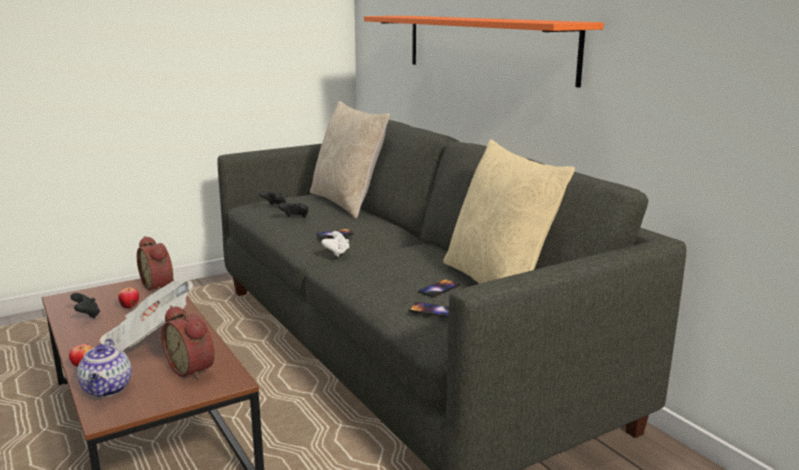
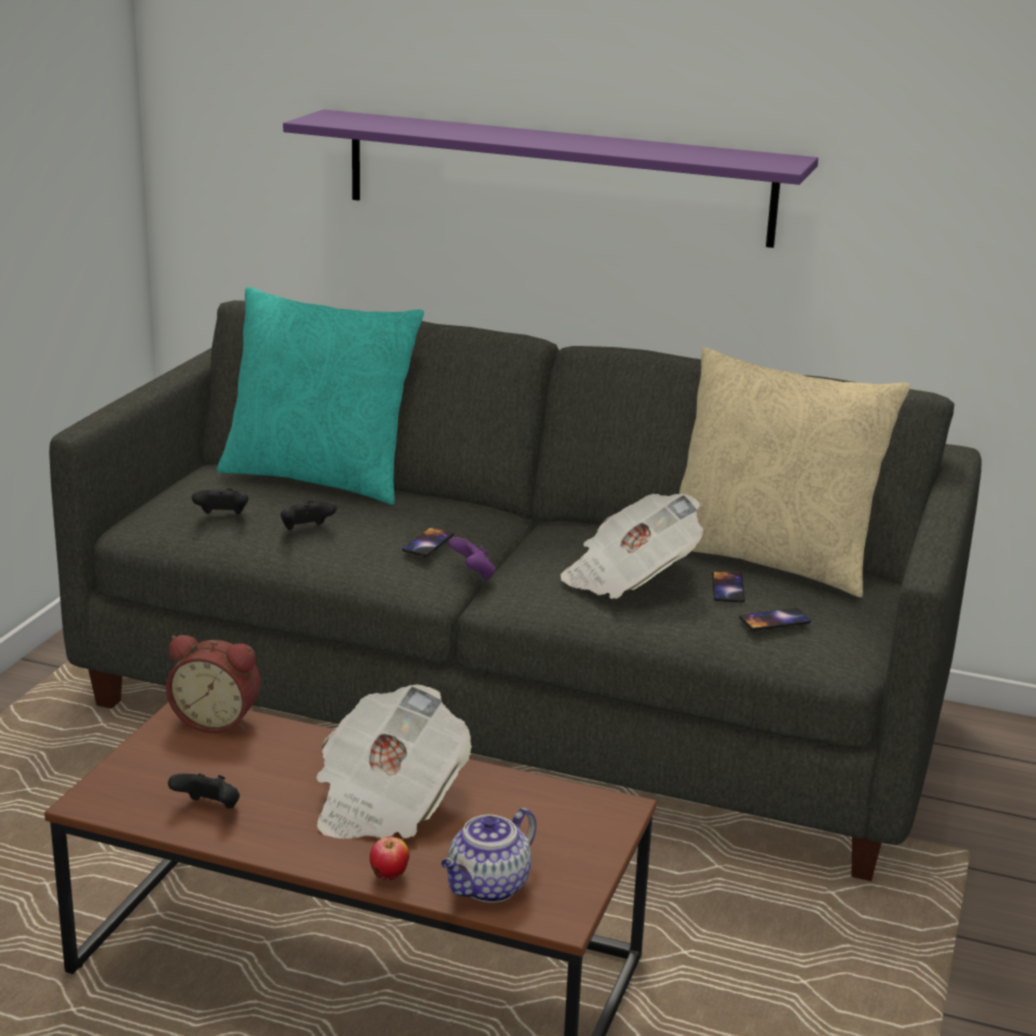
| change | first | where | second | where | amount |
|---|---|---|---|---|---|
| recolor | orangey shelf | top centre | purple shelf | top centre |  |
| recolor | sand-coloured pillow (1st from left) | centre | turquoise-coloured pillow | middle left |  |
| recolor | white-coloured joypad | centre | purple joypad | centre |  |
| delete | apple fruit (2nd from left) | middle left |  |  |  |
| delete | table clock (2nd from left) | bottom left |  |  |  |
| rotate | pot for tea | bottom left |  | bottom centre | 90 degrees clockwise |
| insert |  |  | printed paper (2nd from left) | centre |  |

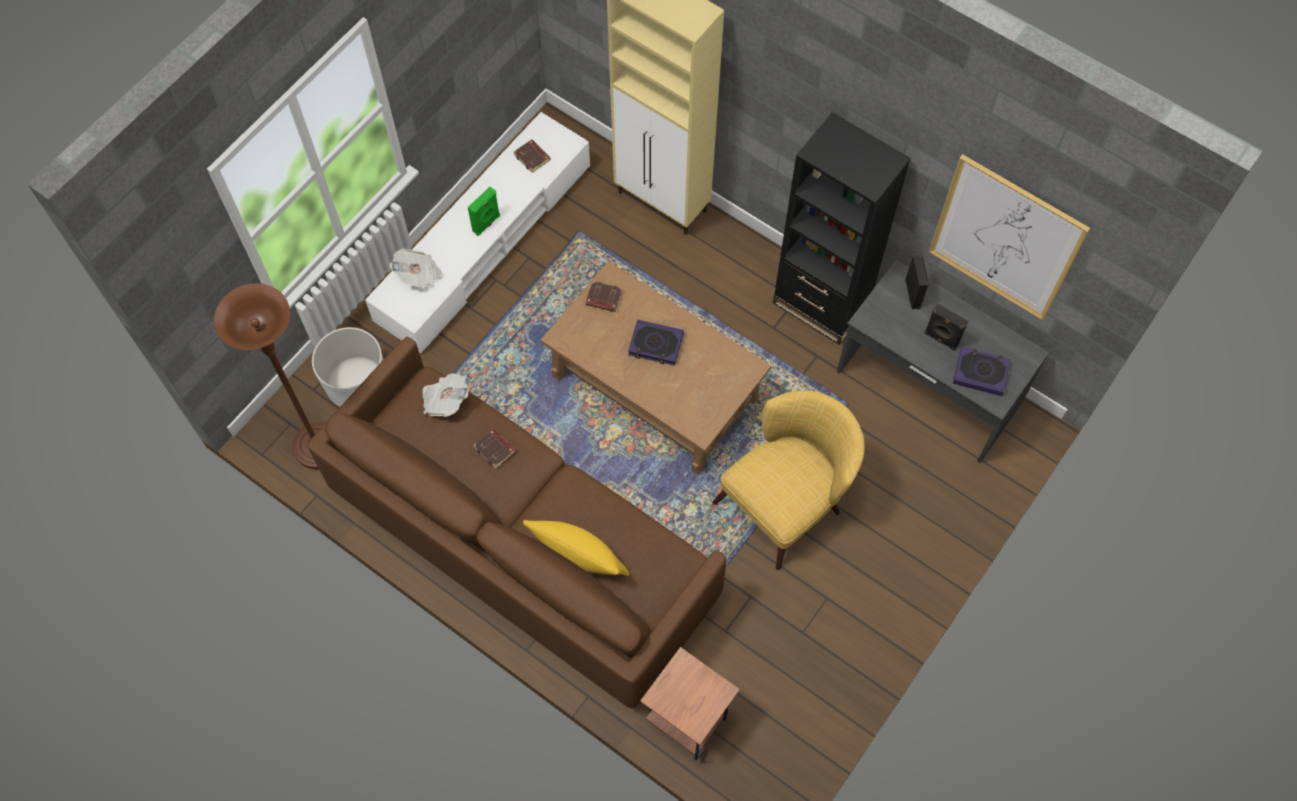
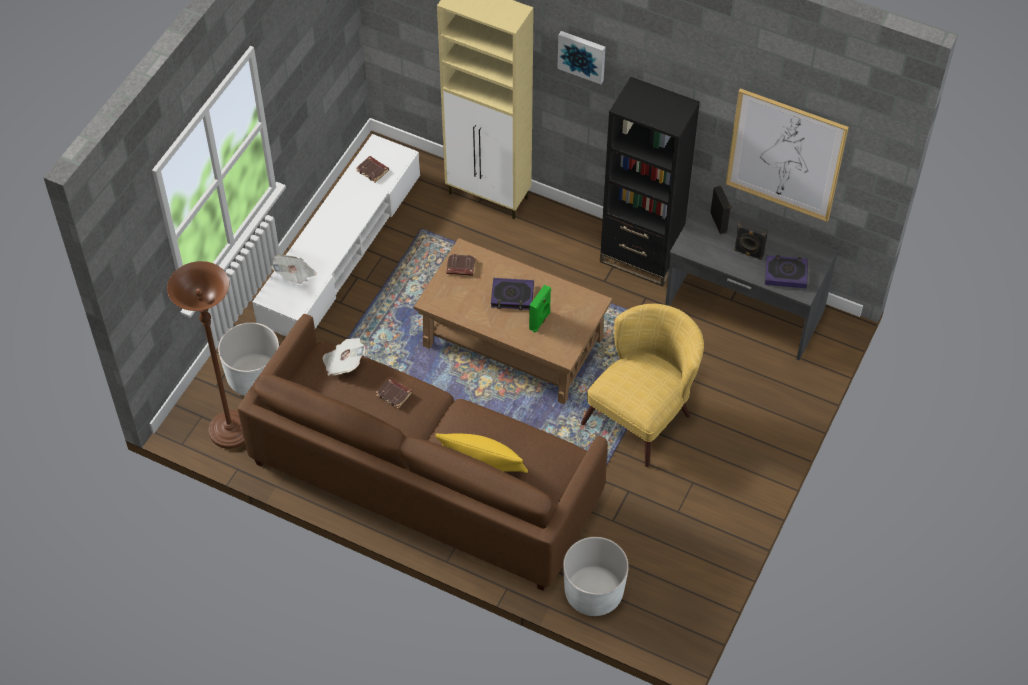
| change | first | where | second | where | amount |
|---|---|---|---|---|---|
| move | green-coloured loudspeaker | top centre |  | centre |  |
| replace | brown end table | bottom centre | white-coloured planter (2nd from left) | bottom centre |  |
| insert |  |  | picture (1st from left) | top centre |  |

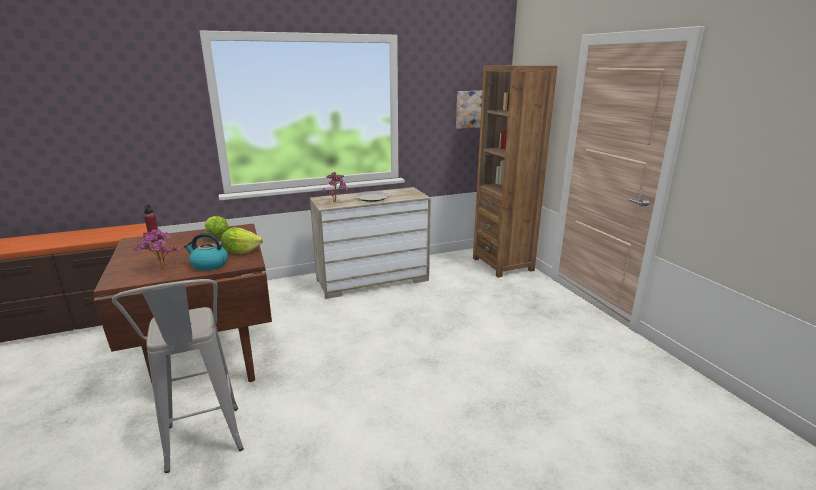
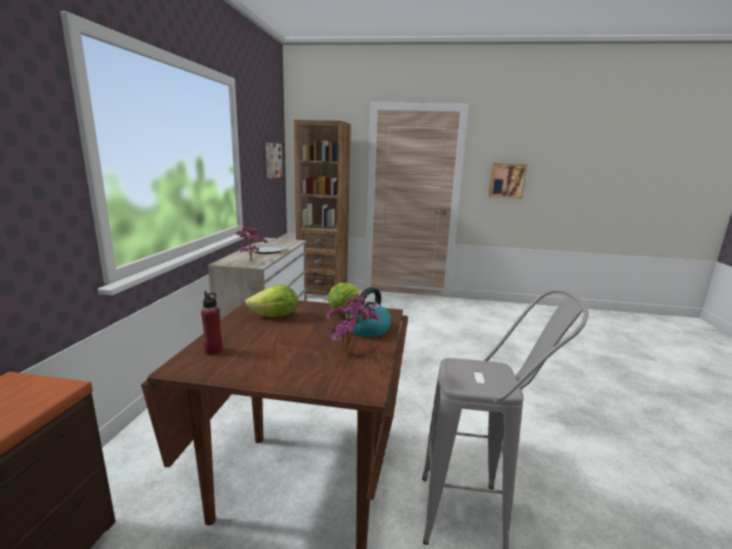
| change | first | where | second | where | amount |
|---|---|---|---|---|---|
| insert |  |  | picture (2nd from left) | top right |  |

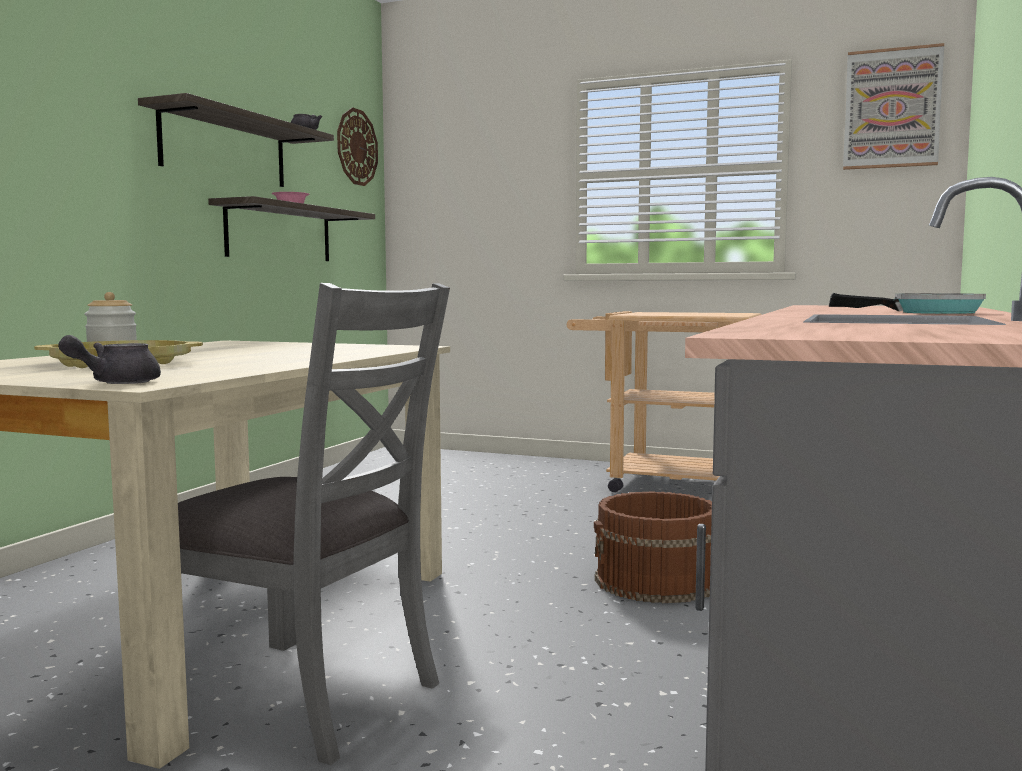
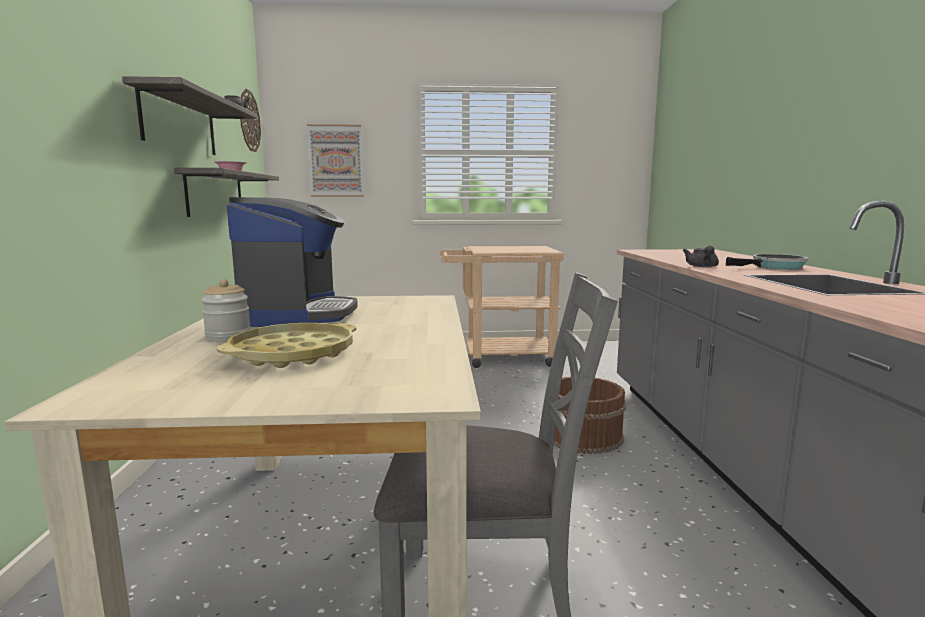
| change | first | where | second | where | amount |
|---|---|---|---|---|---|
| move | picture | top right |  | top centre |  |
| move | grey pot for tea (1st from left in the first image) | middle left | grey pot for tea (2nd from left) | middle right |  |
| insert |  |  | coffee maker | middle left |  |

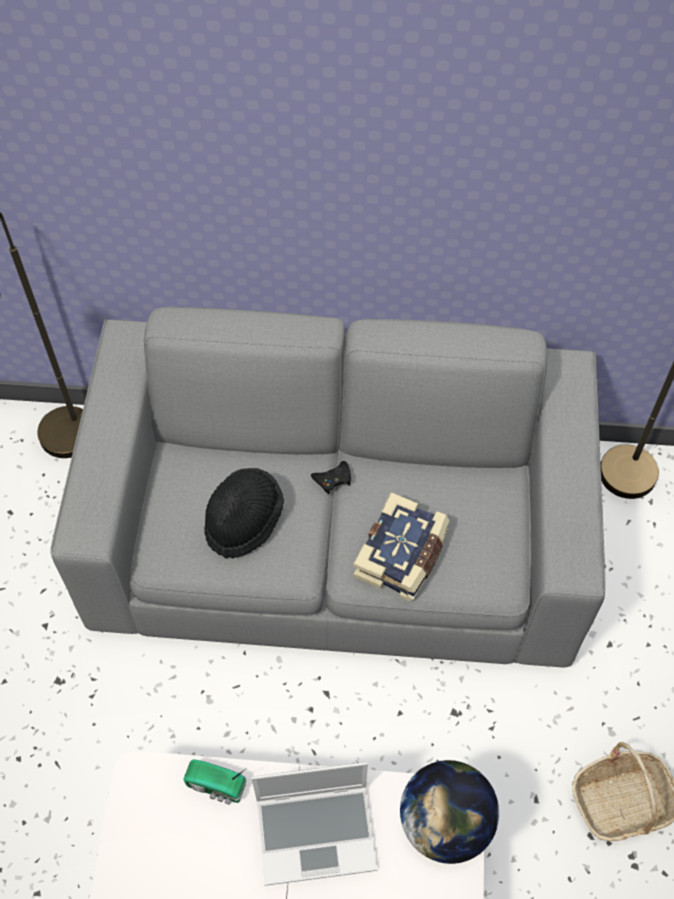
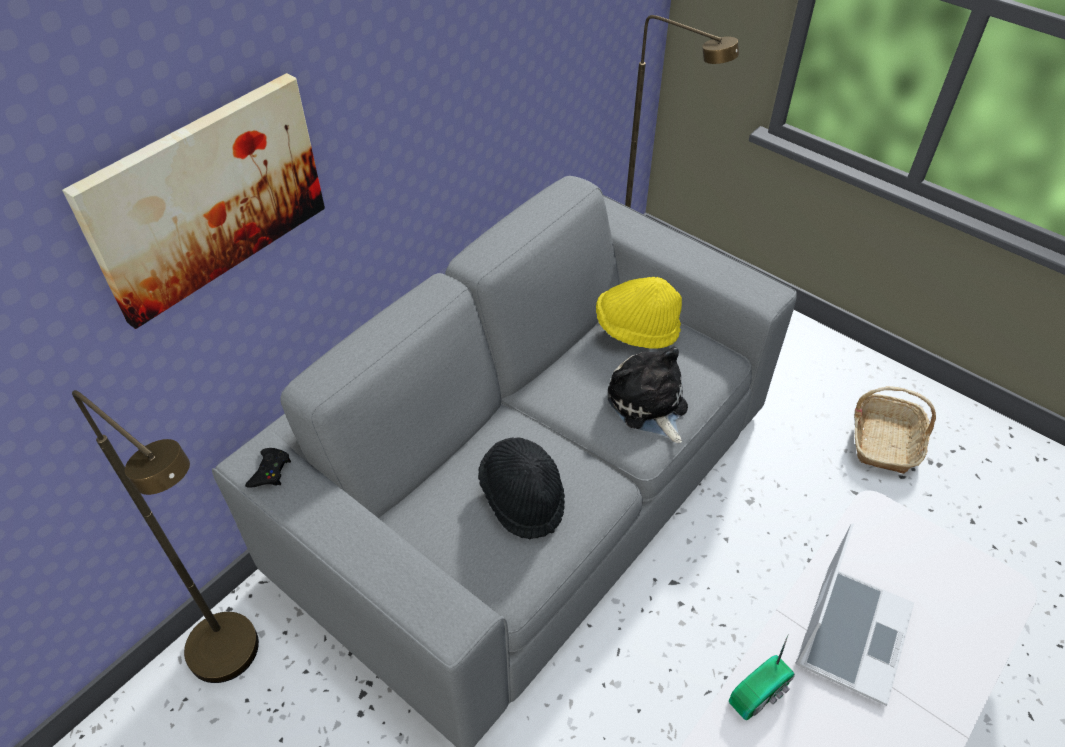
| change | first | where | second | where | amount |
|---|---|---|---|---|---|
| move | black joypad | centre |  | middle left |  |
| replace | bound book | centre | soft toy | centre |  |
| delete | desk globe | bottom centre |  |  |  |
| insert |  |  | picture | top left |  |
| insert |  |  | yellow wearable hat | centre |  |

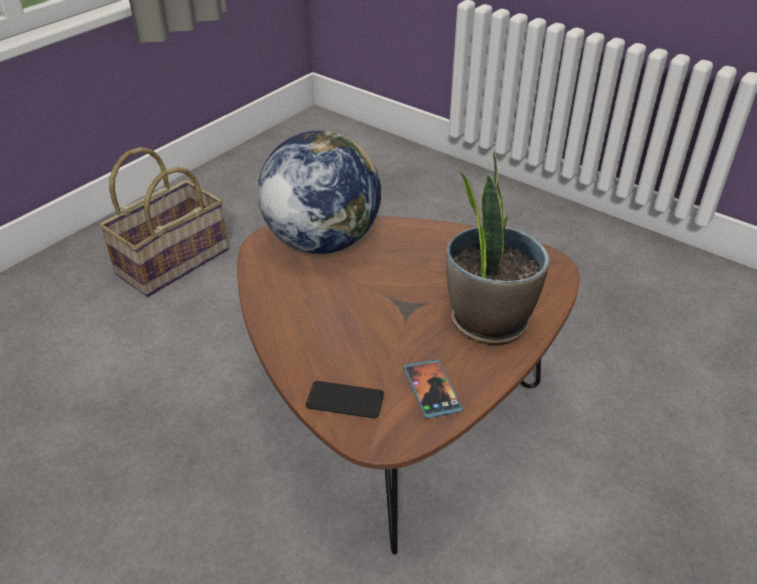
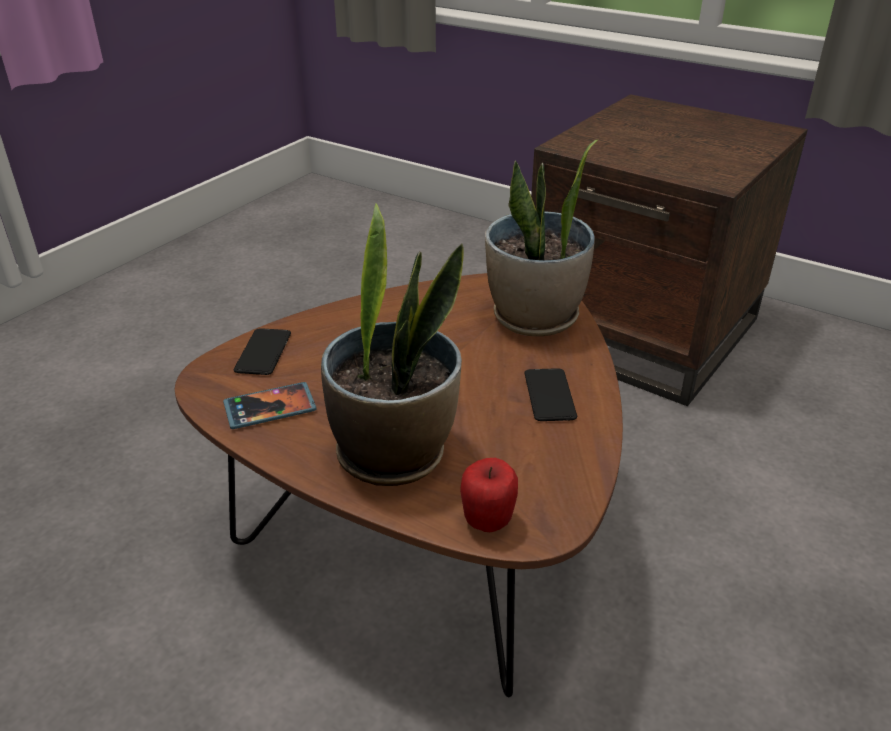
| change | first | where | second | where | amount |
|---|---|---|---|---|---|
| replace | desk globe | top centre | houseplant (2nd from left) | top centre |  |
| replace | basket | middle left | brown end table | middle right |  |
| insert |  |  | handset (3rd from left) | centre |  |
| insert |  |  | apple fruit | bottom centre |  |

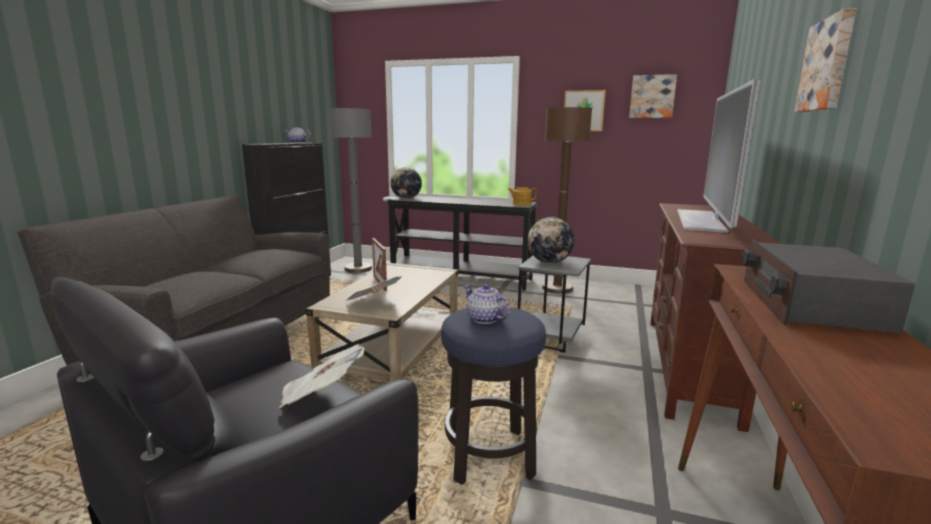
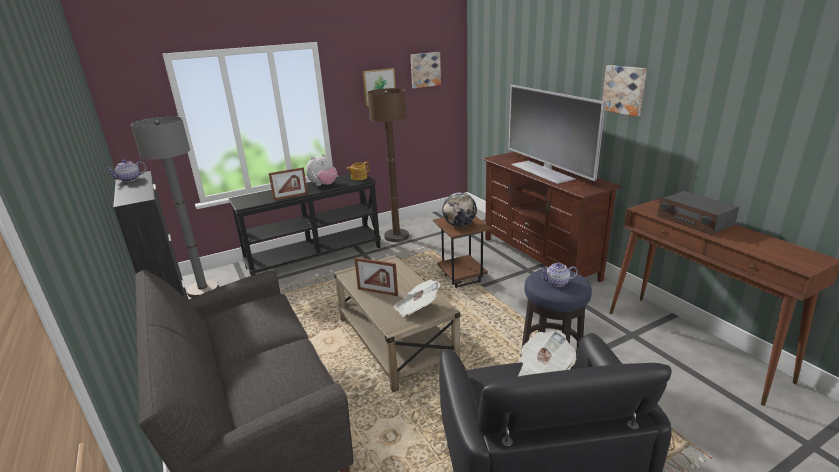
| change | first | where | second | where | amount |
|---|---|---|---|---|---|
| delete | desk globe (1st from left) | centre |  |  |  |
| recolor | grey end table | centre | brown end table | centre |  |
| insert |  |  | soft toy | centre |  |
| insert |  |  | picture frame (1st from left) | centre |  |

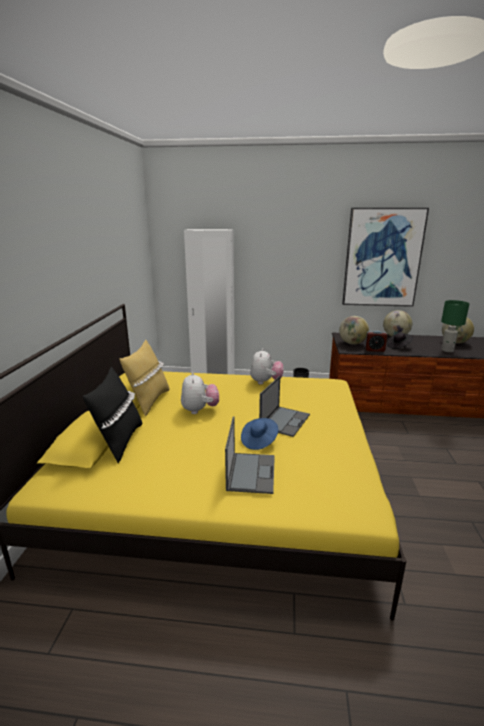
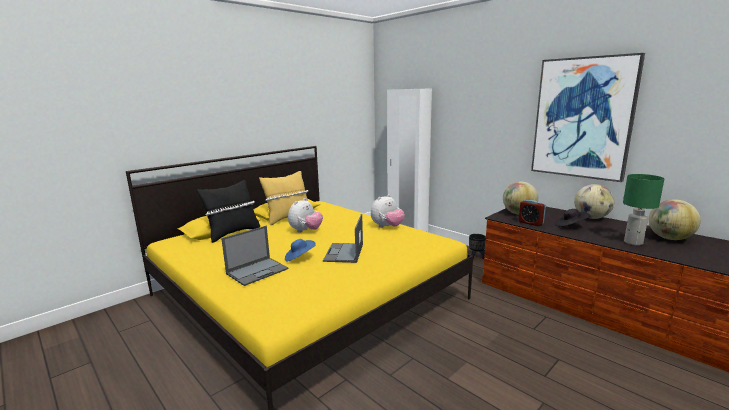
| change | first | where | second | where | amount |
|---|---|---|---|---|---|
| rotate | notebook computer (2nd from left) | centre |  | centre | 120 degrees clockwise |

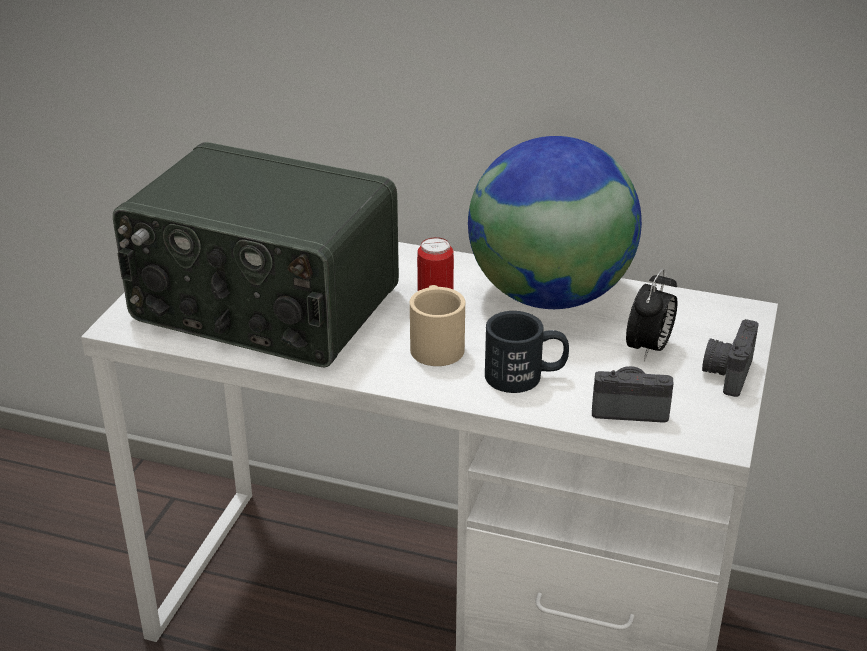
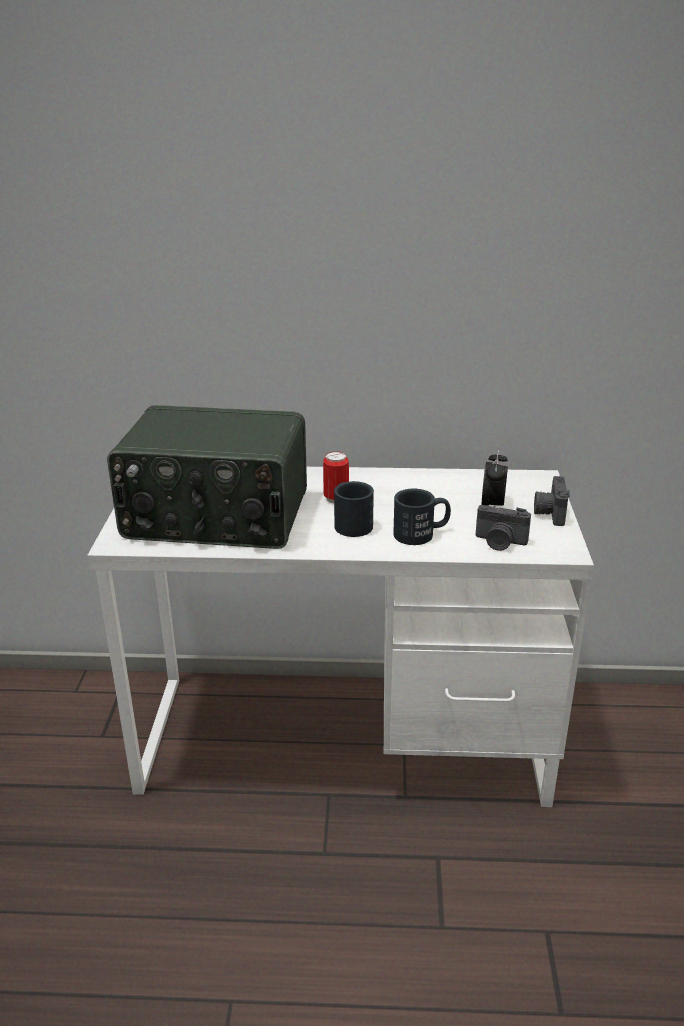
| change | first | where | second | where | amount |
|---|---|---|---|---|---|
| delete | desk globe | centre |  |  |  |
| recolor | sand-coloured tea mug | centre | black tea mug (1st from left) | centre |  |
| rotate | photo camera (1st from left) | middle right |  | middle right | 150 degrees counterclockwise |

